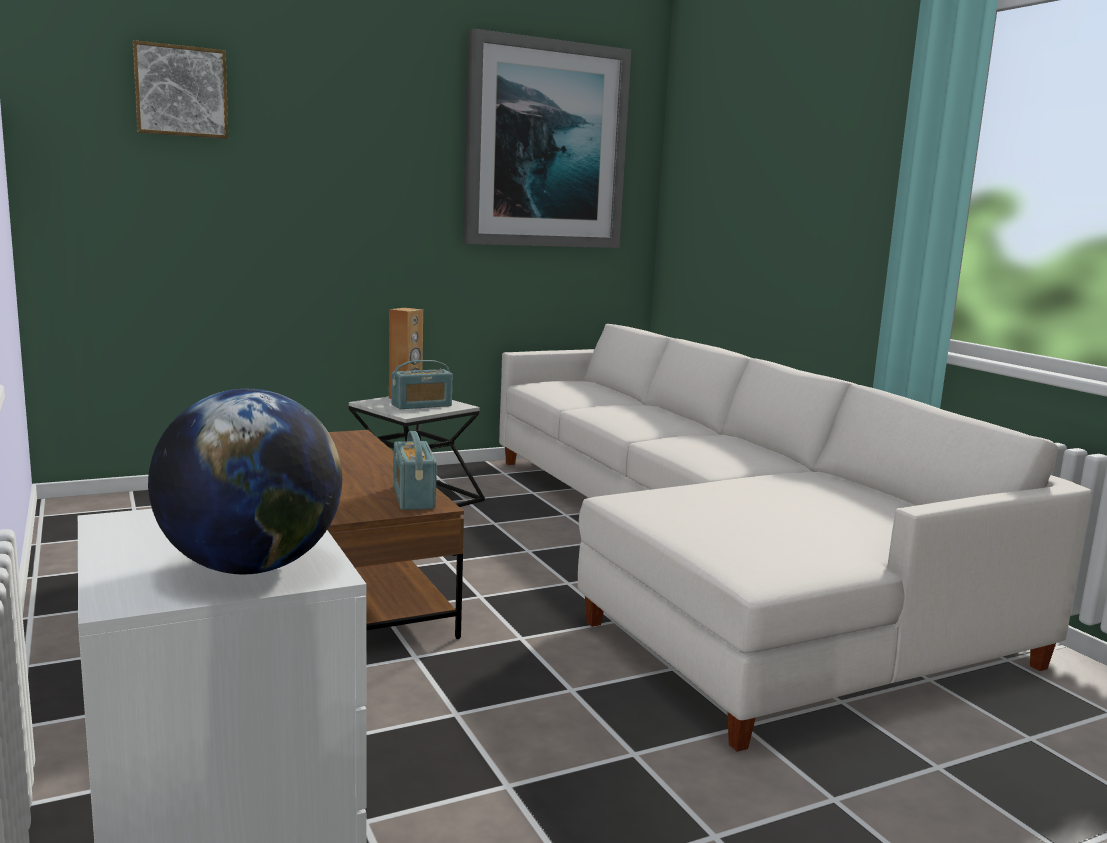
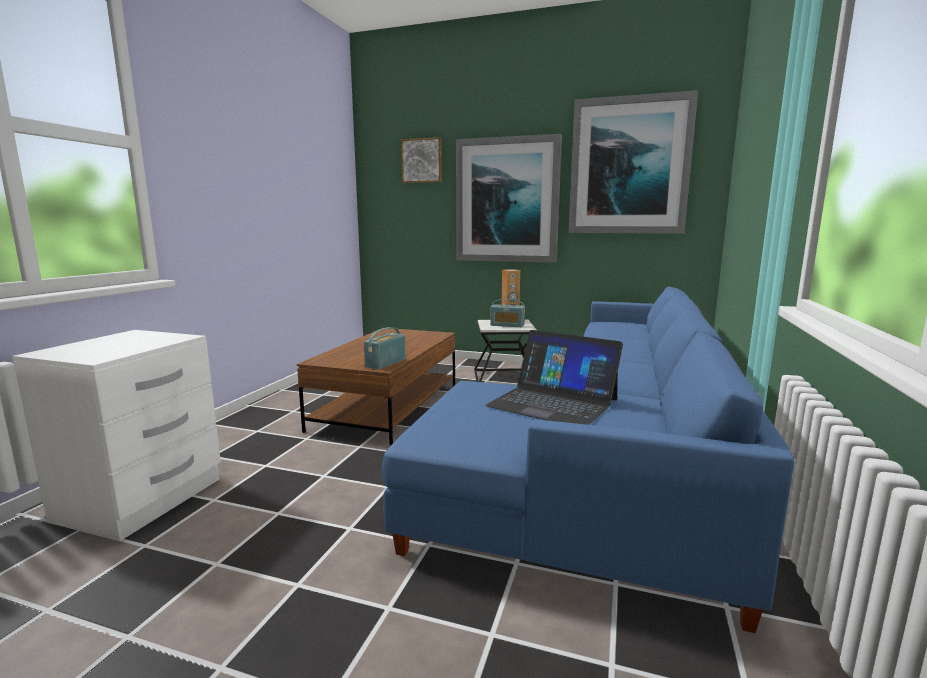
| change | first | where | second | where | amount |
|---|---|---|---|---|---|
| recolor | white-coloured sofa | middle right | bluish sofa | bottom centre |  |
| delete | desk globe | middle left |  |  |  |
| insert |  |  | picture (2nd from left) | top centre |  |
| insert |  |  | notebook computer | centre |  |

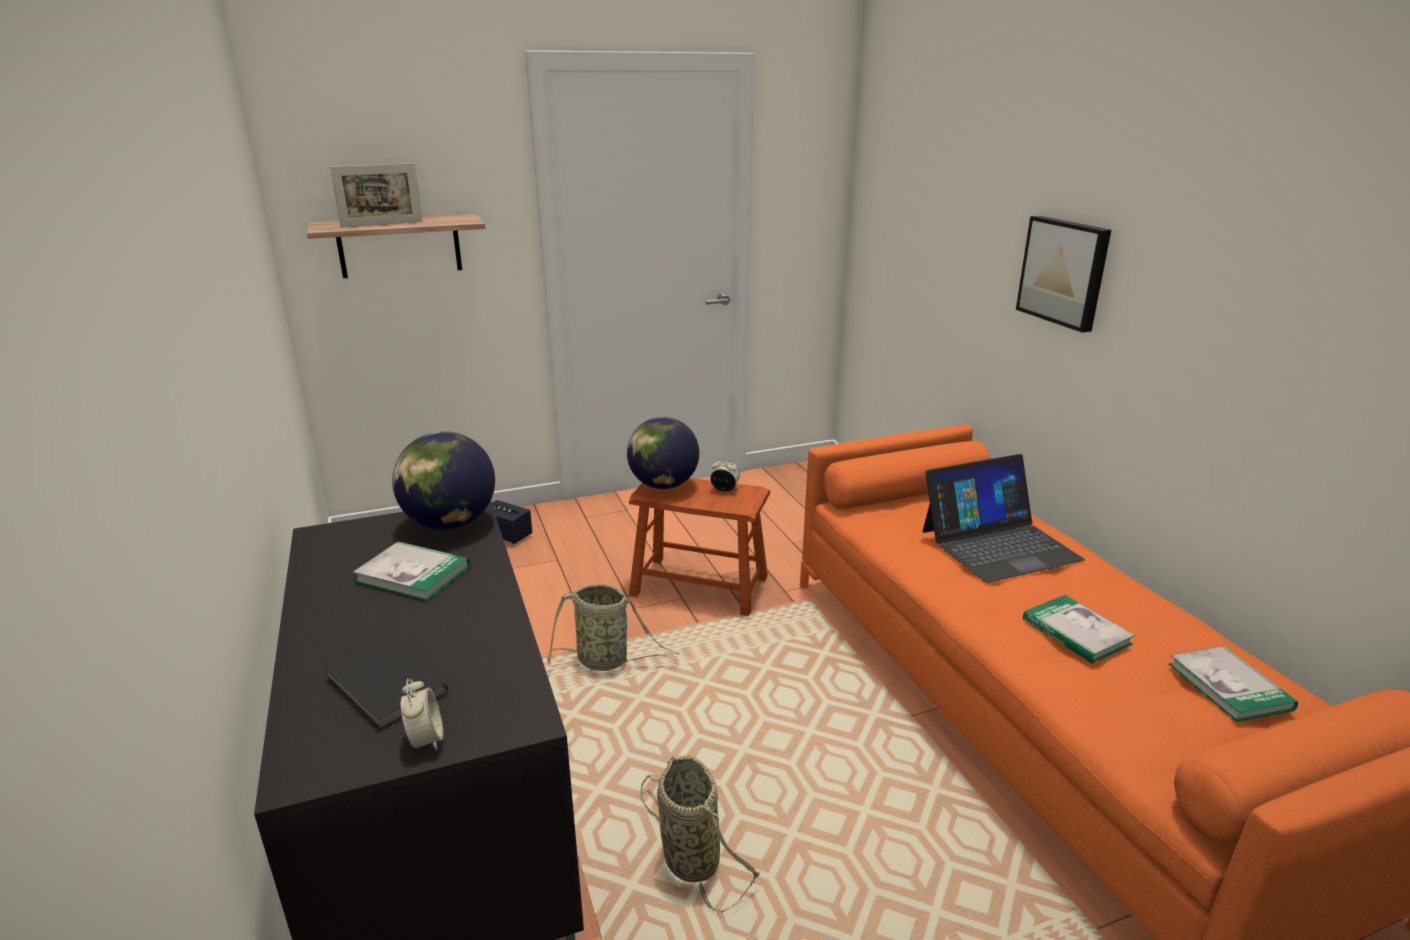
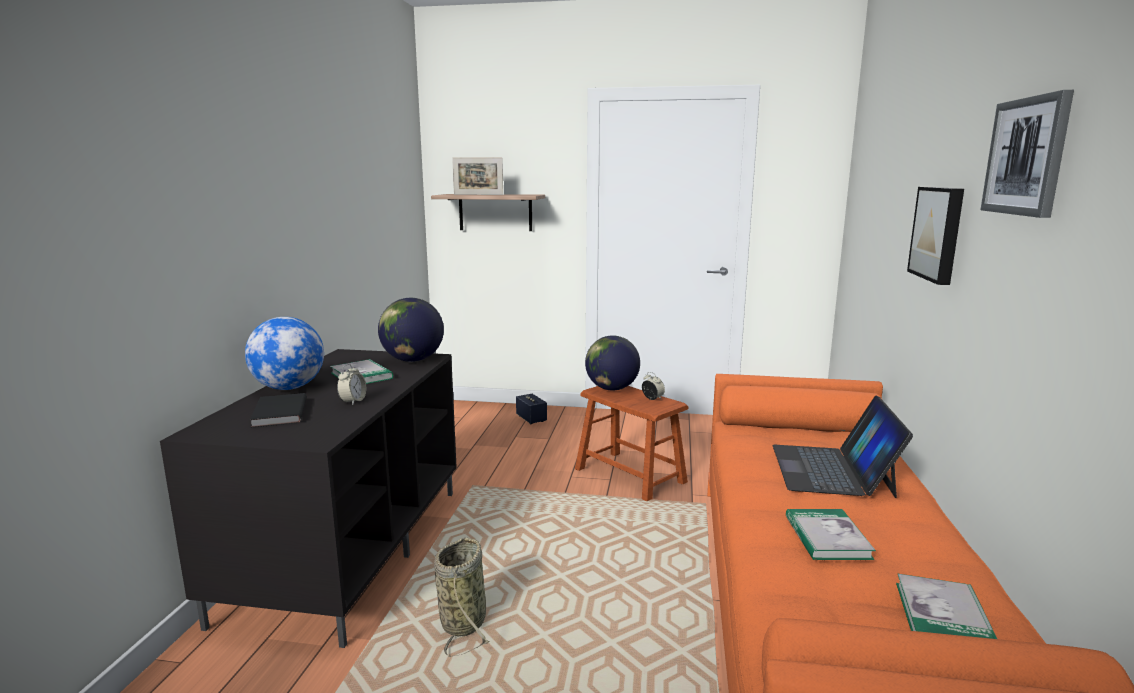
| change | first | where | second | where | amount |
|---|---|---|---|---|---|
| rotate | notebook computer | middle right |  | middle right | 90 degrees clockwise |
| delete | basket (1st from left) | bottom centre |  |  |  |
| move | table clock (1st from left) | bottom left |  | middle left |  |
| insert |  |  | picture (2nd from left) | top right |  |
| insert |  |  | desk globe (1st from left) | middle left |  |

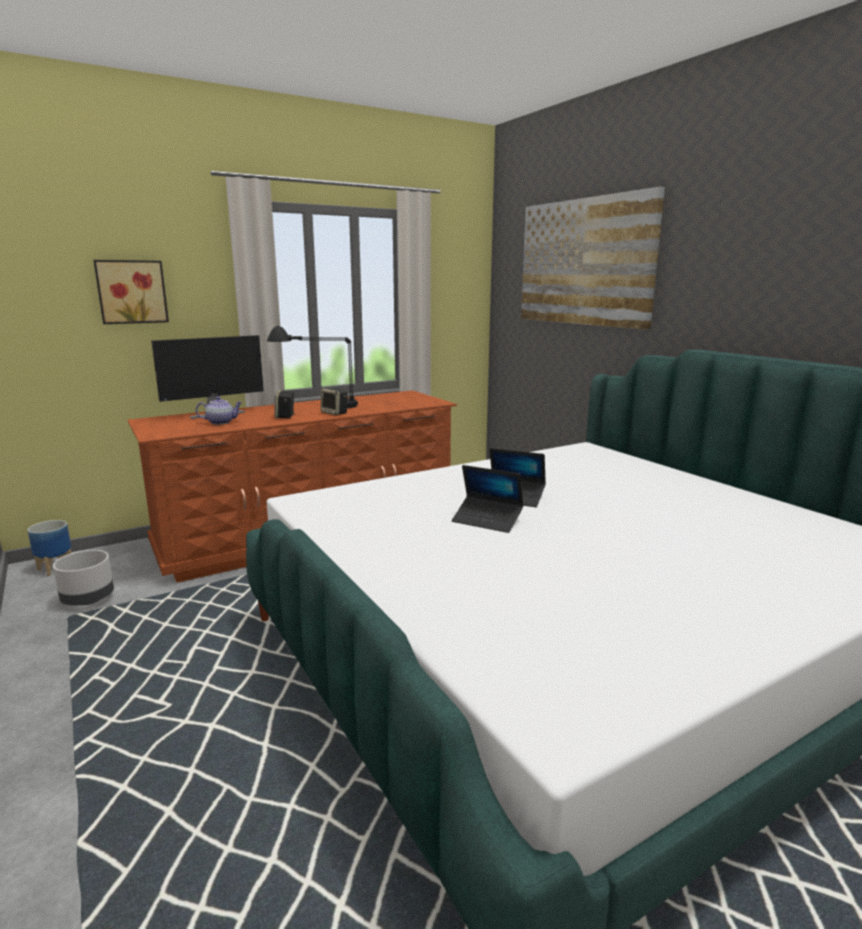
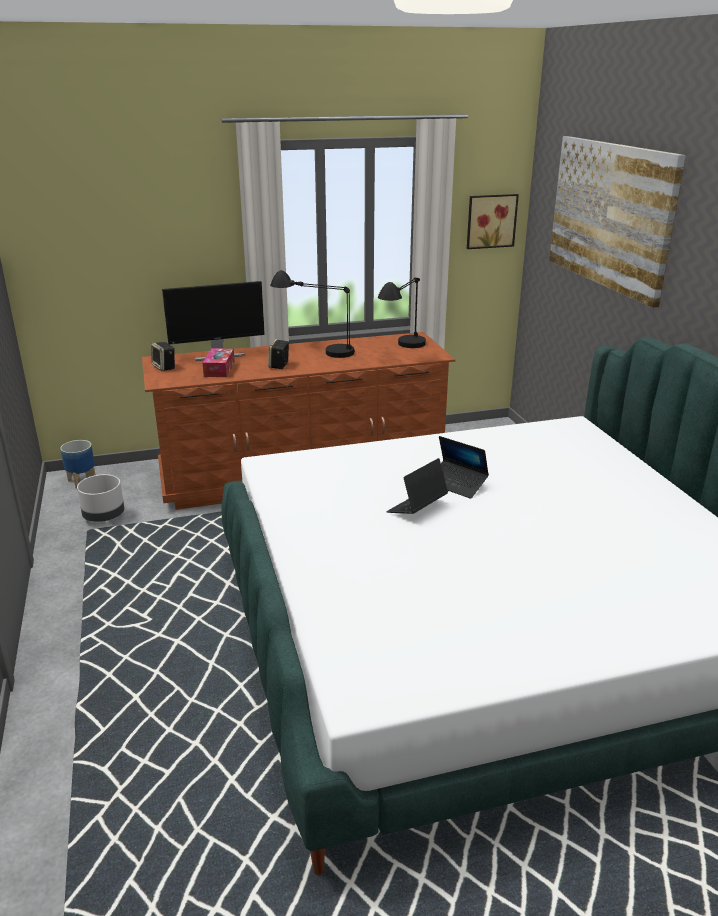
| change | first | where | second | where | amount |
|---|---|---|---|---|---|
| move | picture (1st from left) | top left |  | top right |  |
| move | loudspeaker (2nd from left in the first image) | centre | loudspeaker (1st from left) | middle left |  |
| replace | pot for tea | middle left | tissue box | middle left |  |
| rotate | notebook computer (1st from left) | centre |  | centre | 90 degrees clockwise |
| insert |  |  | black lamp for a table (2nd from left) | centre |  |

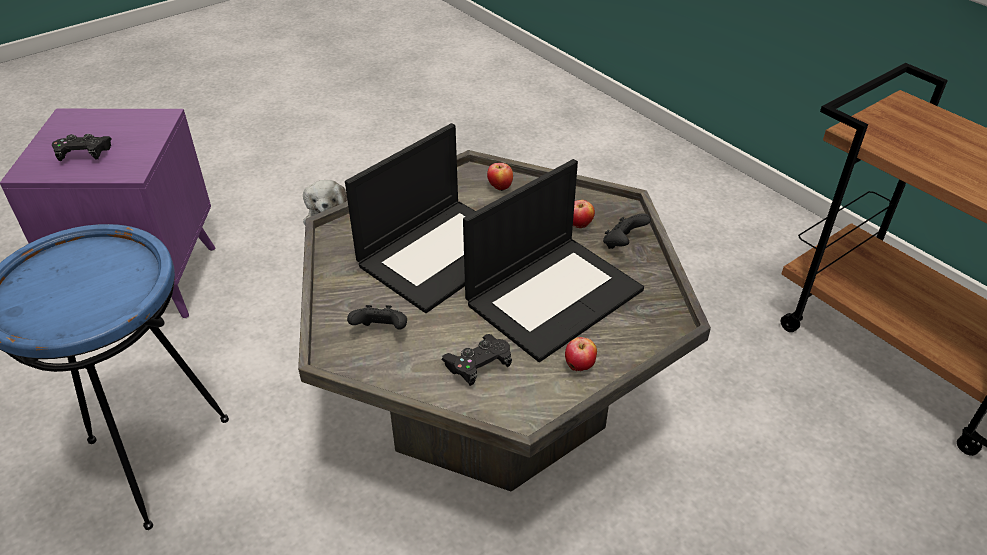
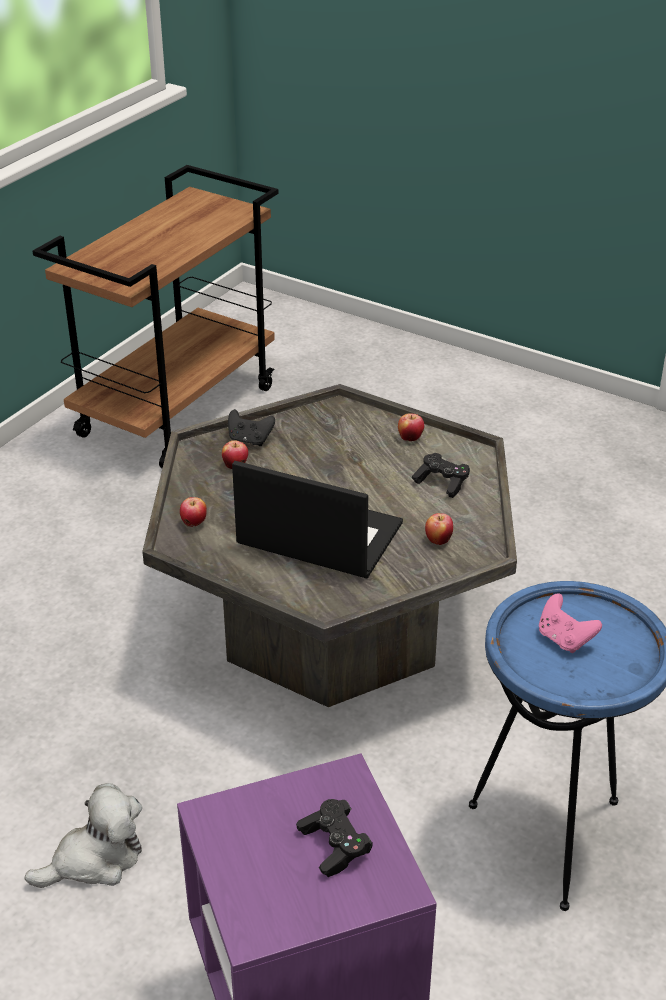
| change | first | where | second | where | amount |
|---|---|---|---|---|---|
| delete | notebook computer (2nd from left) | centre |  |  |  |
| replace | black joypad (2nd from left) | centre | apple fruit (4th from left) | centre |  |
| insert |  |  | pink-coloured joypad | middle right |  |

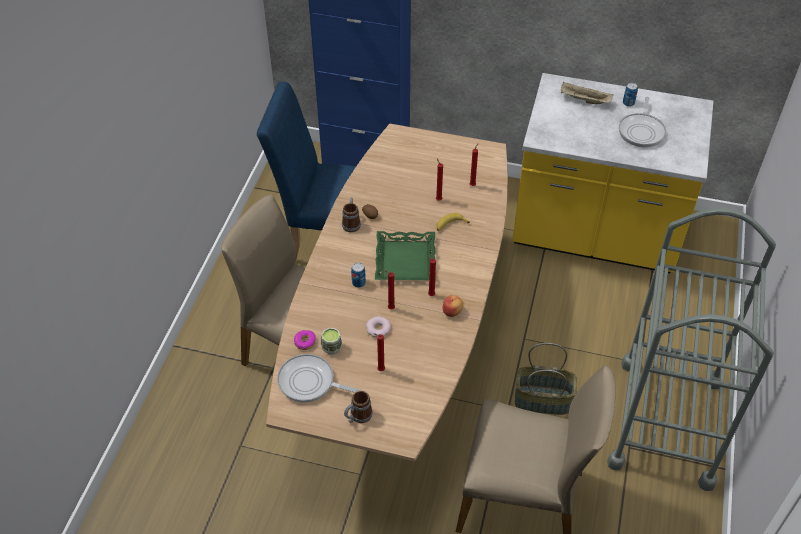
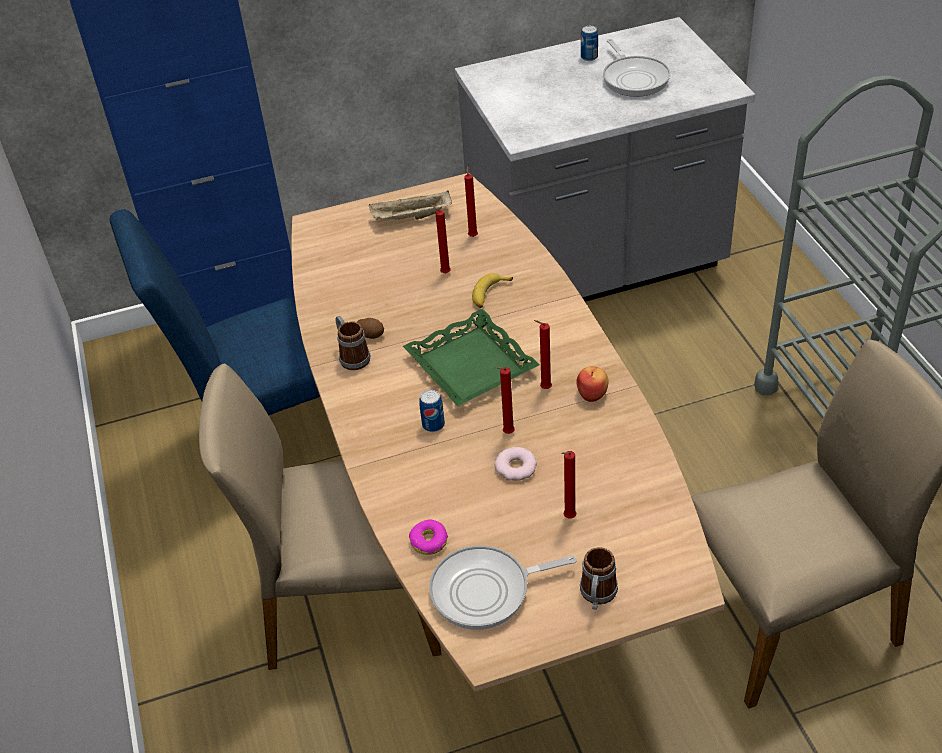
| change | first | where | second | where | amount |
|---|---|---|---|---|---|
| recolor | yellow kitchen base unit | top right | grey kitchen base unit | top centre |  |
| move | sand-coloured tray | top right |  | top centre |  |
| delete | small cup | centre |  |  |  |
| delete | basket | bottom right |  |  |  |

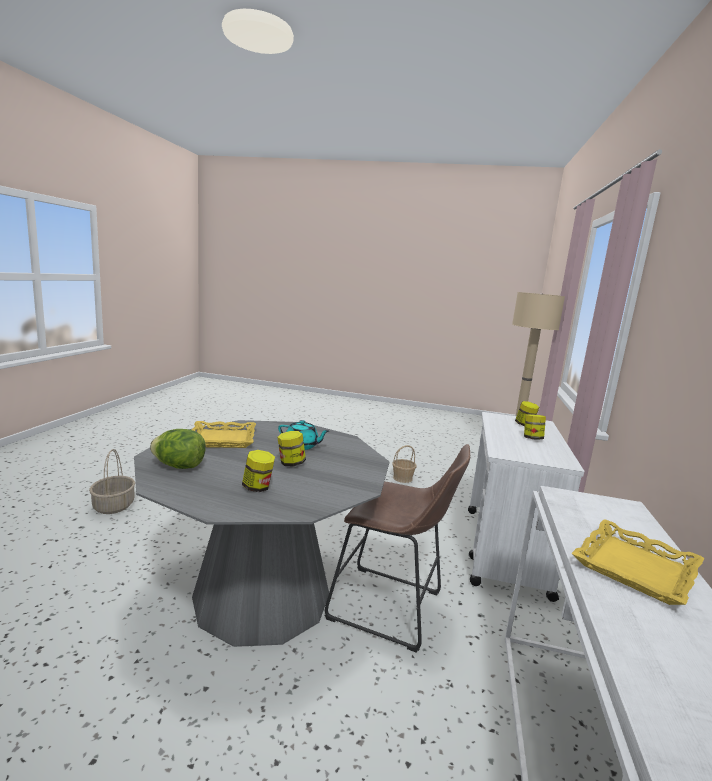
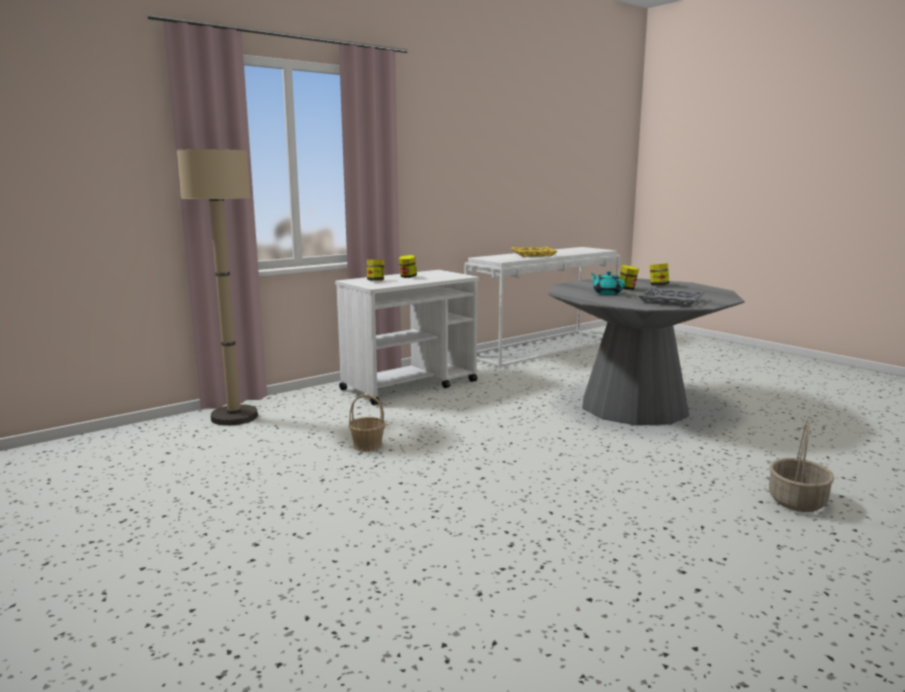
| change | first | where | second | where | amount |
|---|---|---|---|---|---|
| recolor | yellow tray (1st from left) | middle left | grey tray | middle right |  |
| delete | lettuce | middle left |  |  |  |
| delete | brown sitting stool | bottom centre |  |  |  |

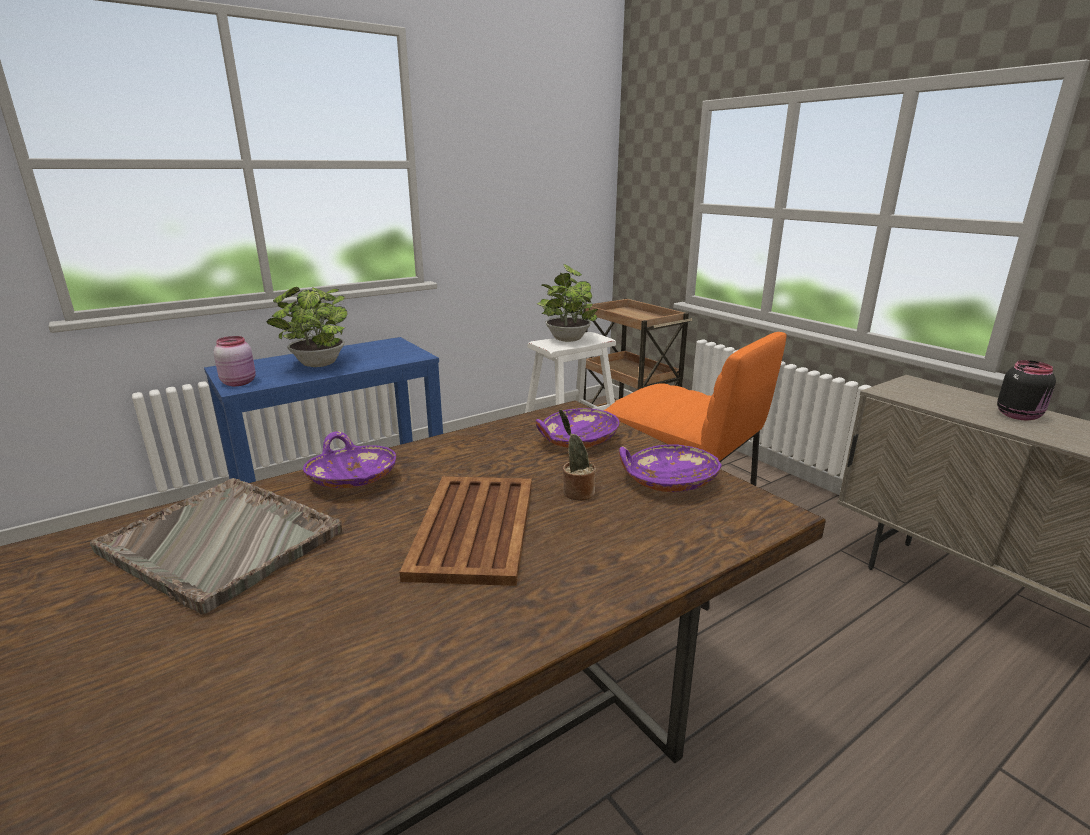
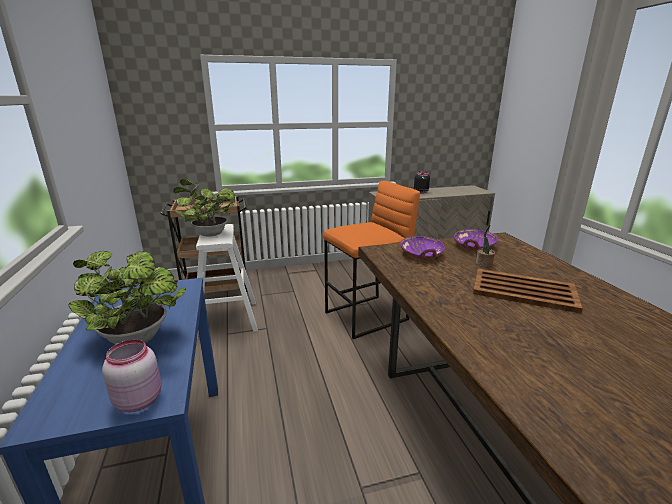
| change | first | where | second | where | amount |
|---|---|---|---|---|---|
| delete | purple serving bowl (1st from left) | middle left |  |  |  |
| delete | grey tray | middle left |  |  |  |

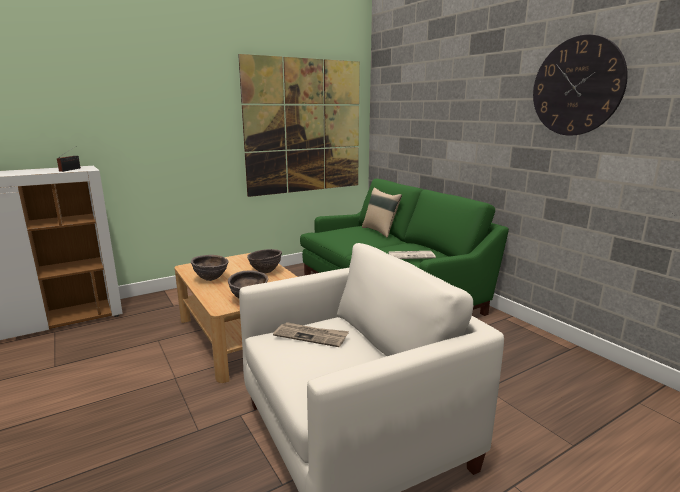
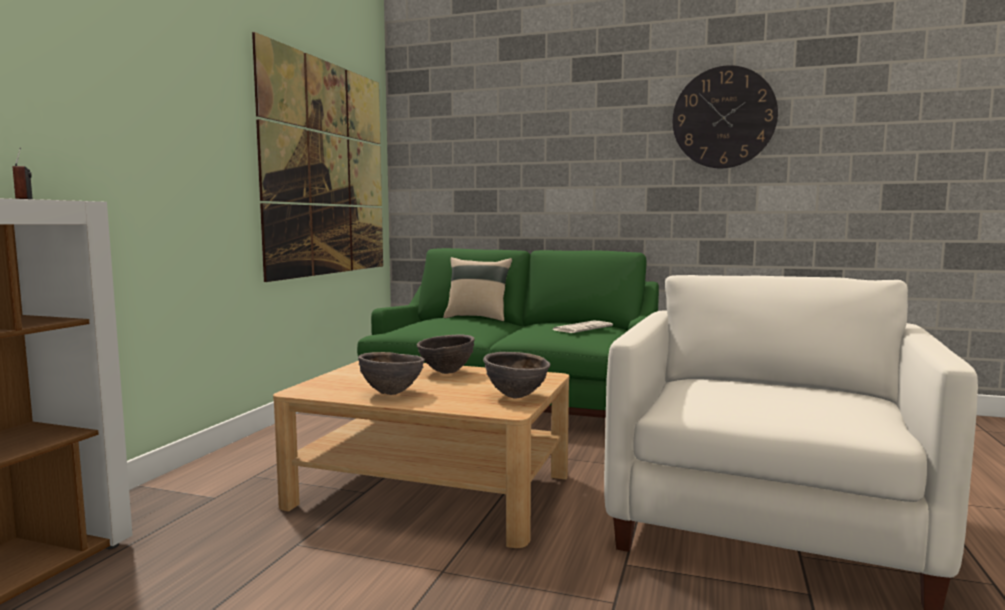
| change | first | where | second | where | amount |
|---|---|---|---|---|---|
| delete | printed paper (1st from left) | bottom centre |  |  |  |

